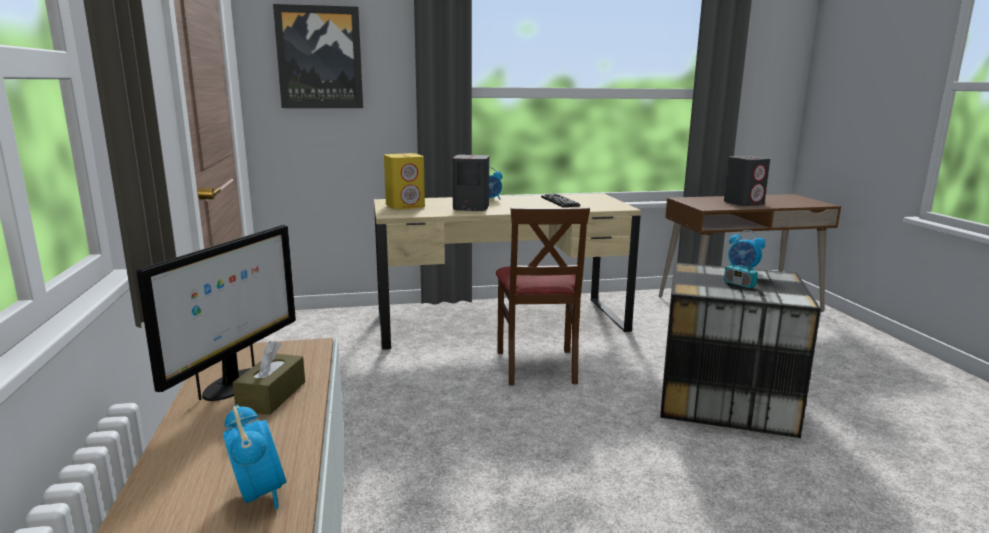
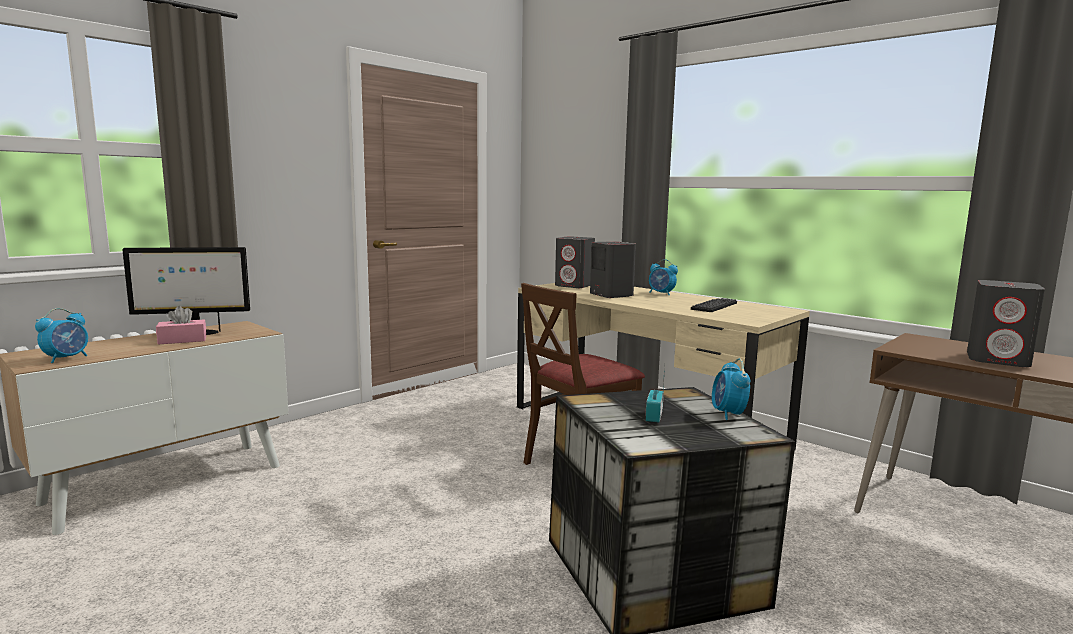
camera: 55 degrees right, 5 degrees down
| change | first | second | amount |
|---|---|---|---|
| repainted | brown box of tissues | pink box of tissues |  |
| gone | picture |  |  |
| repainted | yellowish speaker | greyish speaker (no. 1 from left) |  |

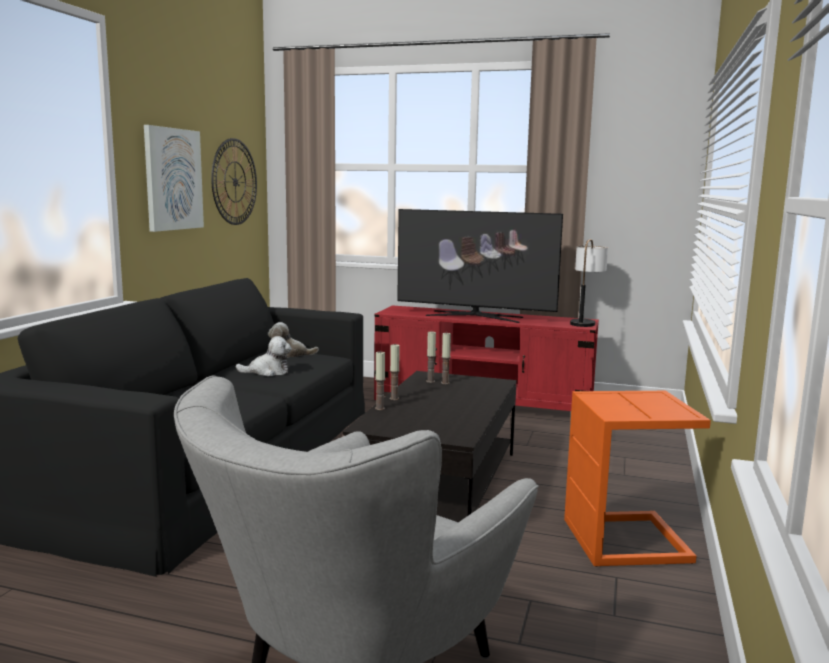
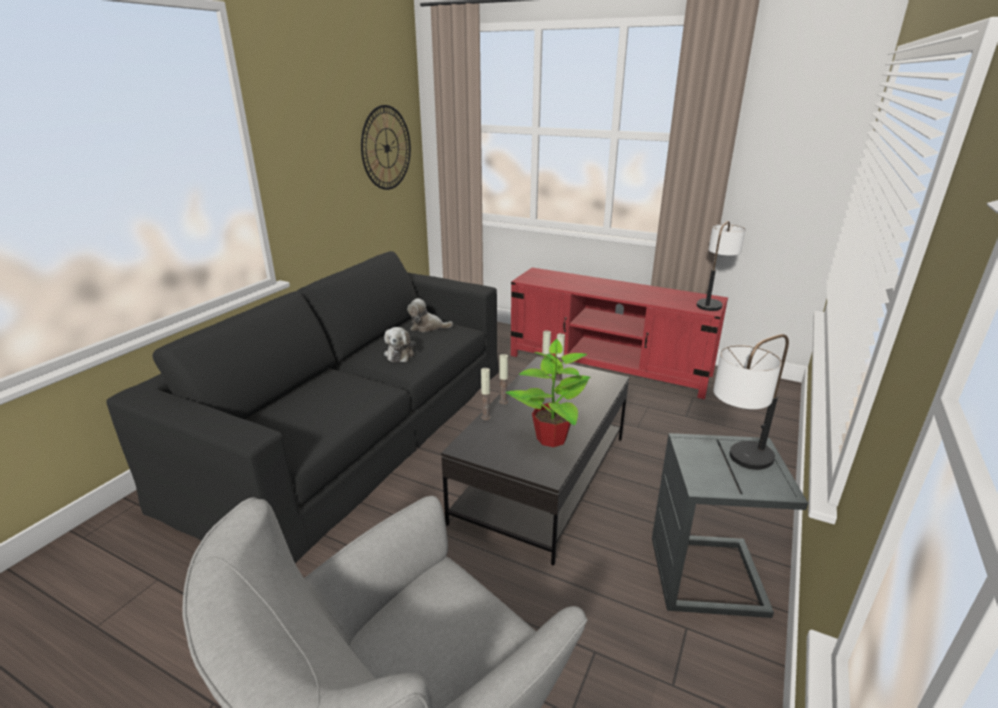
camera: 10 degrees right, 15 degrees up
| change | first | second | amount |
|---|---|---|---|
| gone | picture |  |  |
| rotated | soft toy (no. 1 from left) |  | 90 degrees clockwise |
| gone | TV |  |  |
| repainted | orangey side table | greyish side table |  |
| new |  | houseplant |  |
| new |  | tabletop lamp (no. 2 from left) |  |

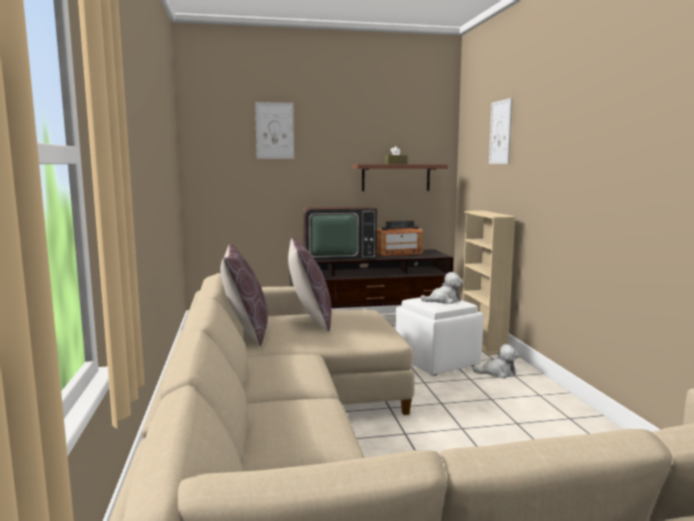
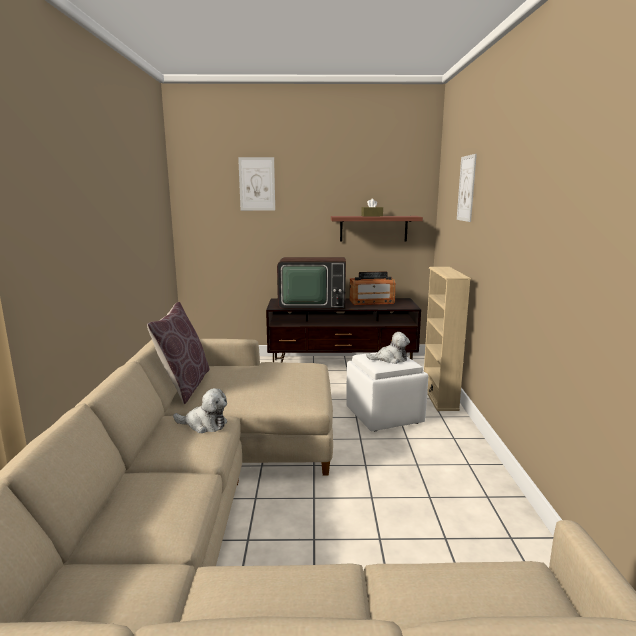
camera: 10 degrees right, 5 degrees up
| change | first | second | amount |
|---|---|---|---|
| gone | brown throw pillow (no. 2 from left) |  |  |
| shifted | soft toy (no. 2 from left in the first image) | soft toy (no. 1 from left) |  |

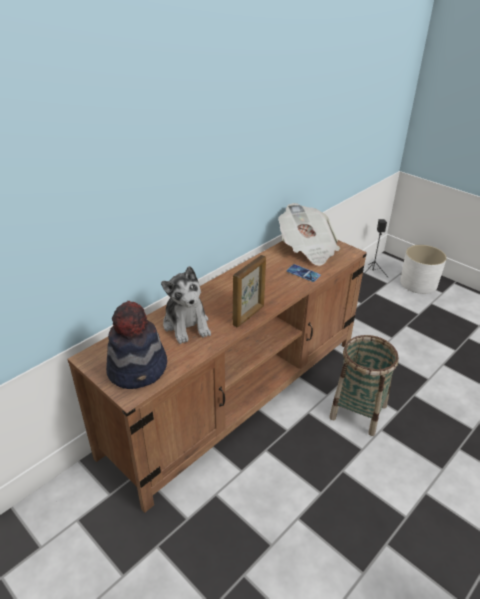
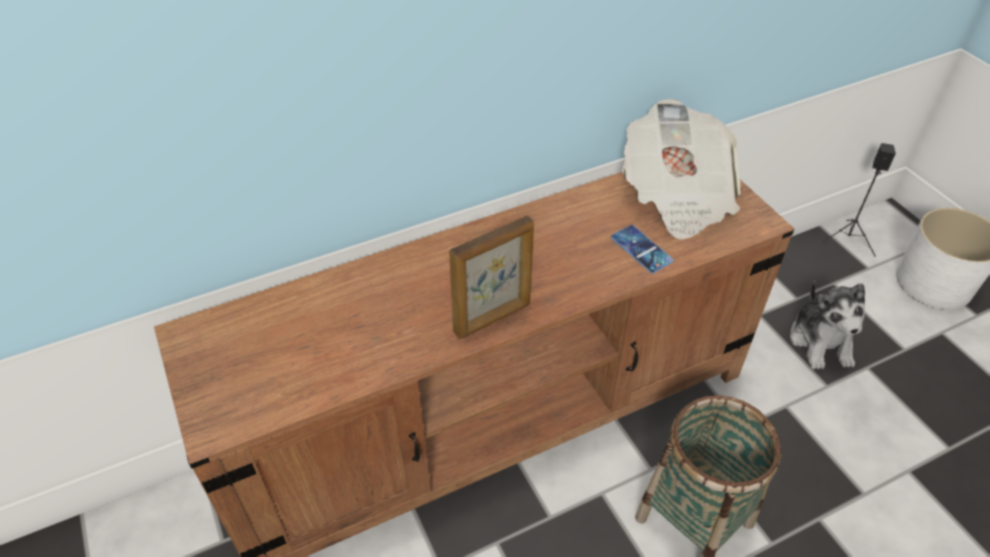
camera: 20 degrees right, 10 degrees up
| change | first | second | amount |
|---|---|---|---|
| gone | hat |  |  |
| shifted | soft toy |  |  |

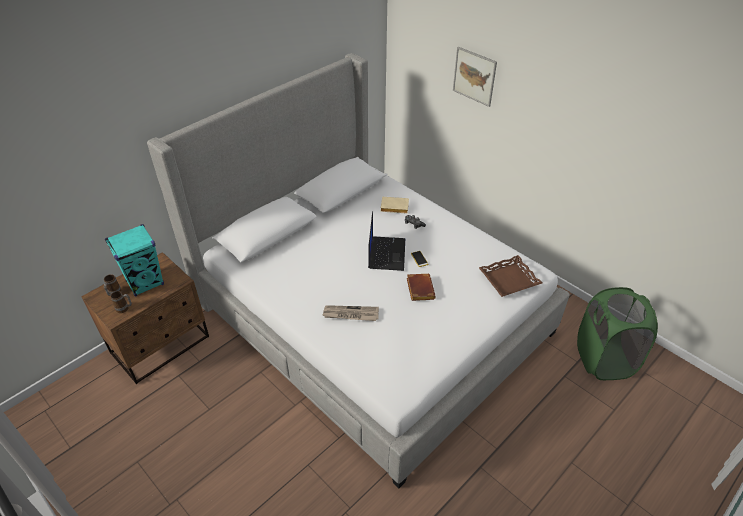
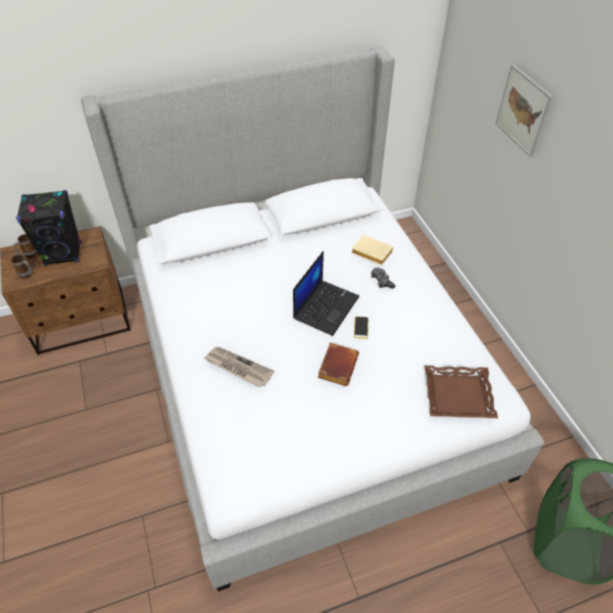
camera: 25 degrees right, 5 degrees up
| change | first | second | amount |
|---|---|---|---|
| repainted | blue-green speaker | blackish speaker |  |

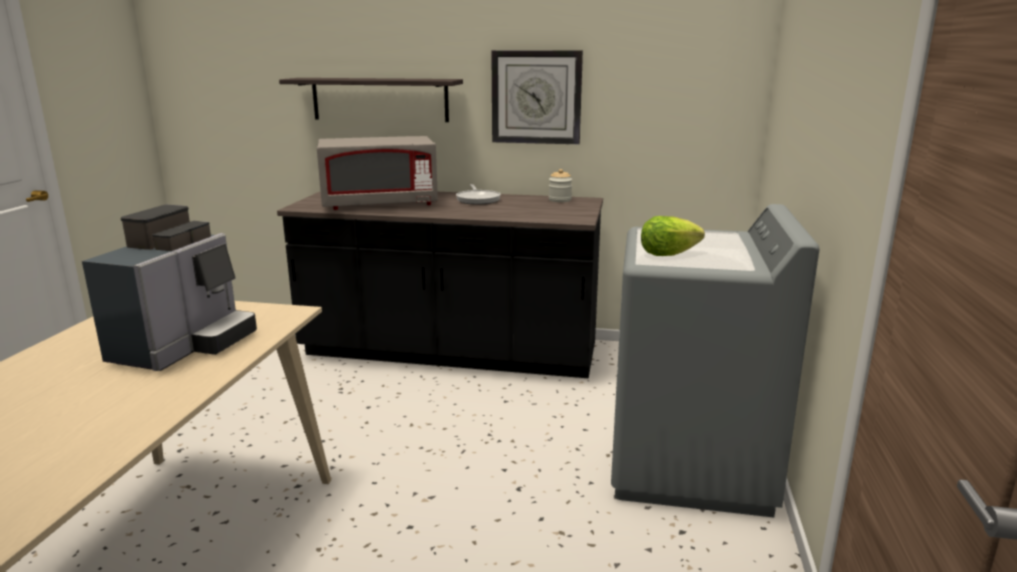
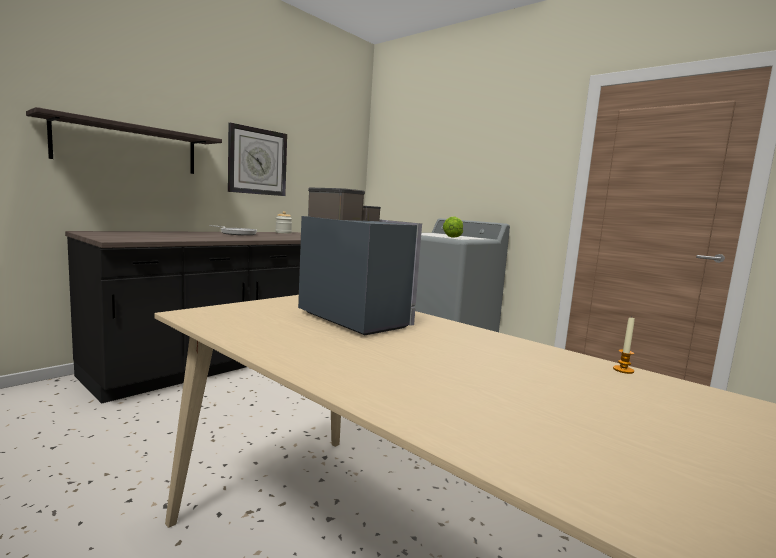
camera: 60 degrees left, 10 degrees down
| change | first | second | amount |
|---|---|---|---|
| gone | greyish kitchen microwave |  |  |
| new |  | wax light |  |

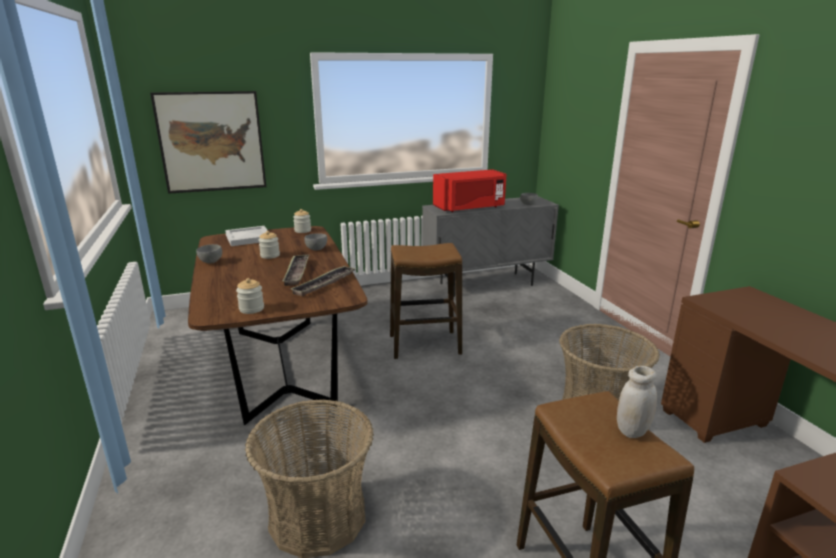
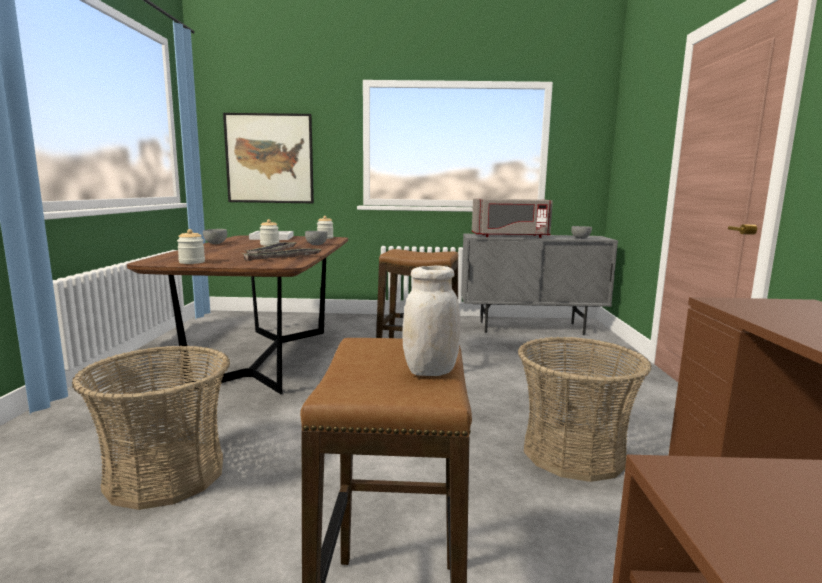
camera: 20 degrees right, 10 degrees down
| change | first | second | amount |
|---|---|---|---|
| repainted | red-coloured kitchen microwave | greyish kitchen microwave |  |

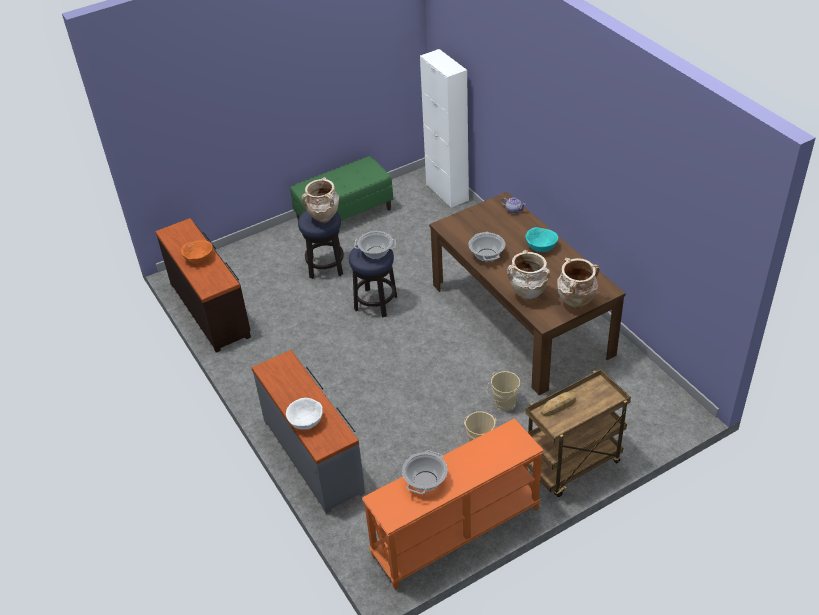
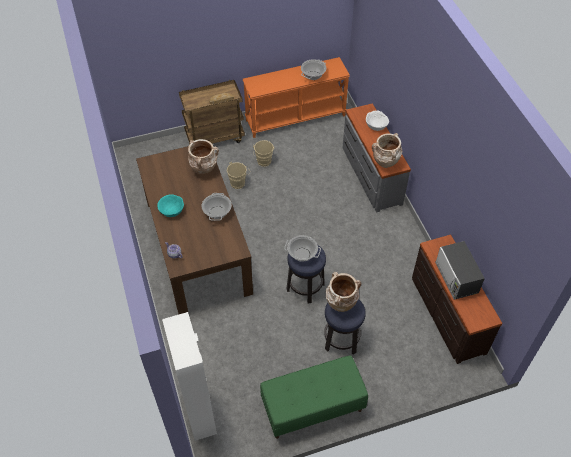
camera: 170 degrees left, 10 degrees up
| change | first | second | amount |
|---|---|---|---|
| swapped | orangey serving bowl | kitchen microwave |  |
| shifted | beige vase (no. 3 from left) |  |  |

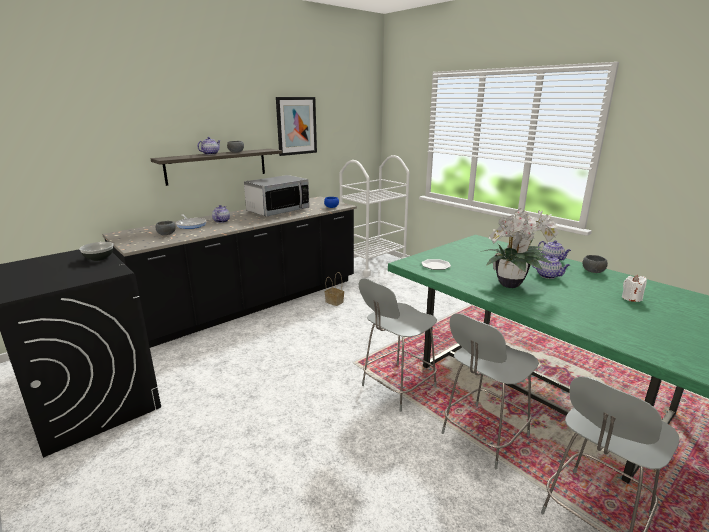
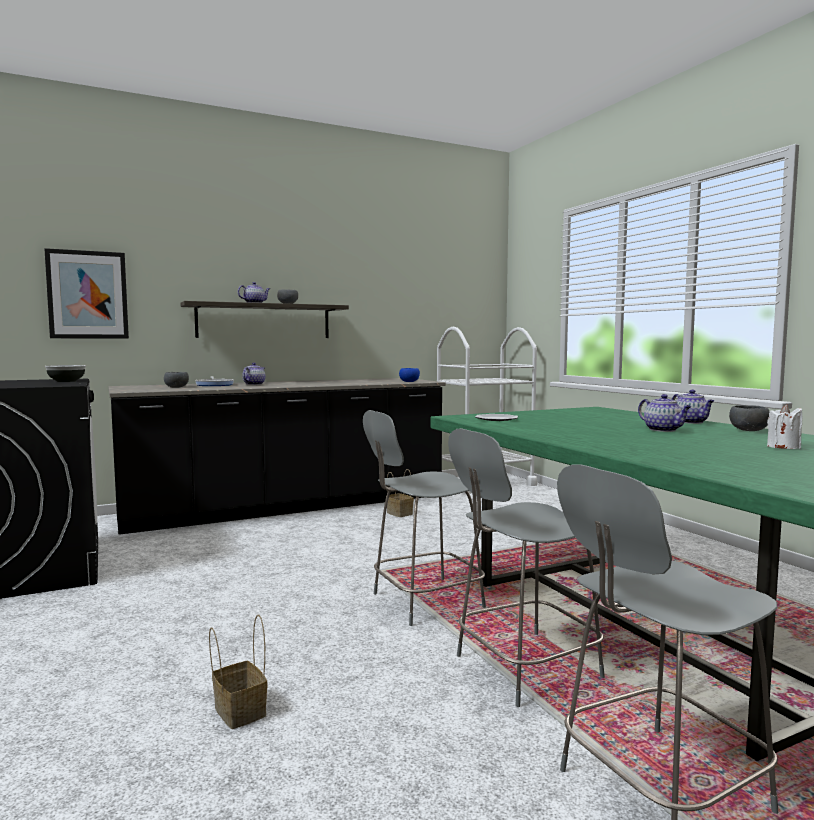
camera: 15 degrees right, 15 degrees down
| change | first | second | amount |
|---|---|---|---|
| gone | kitchen microwave |  |  |
| shifted | picture |  |  |
| gone | houseplant |  |  |
| new |  | basket (no. 1 from left) |  |

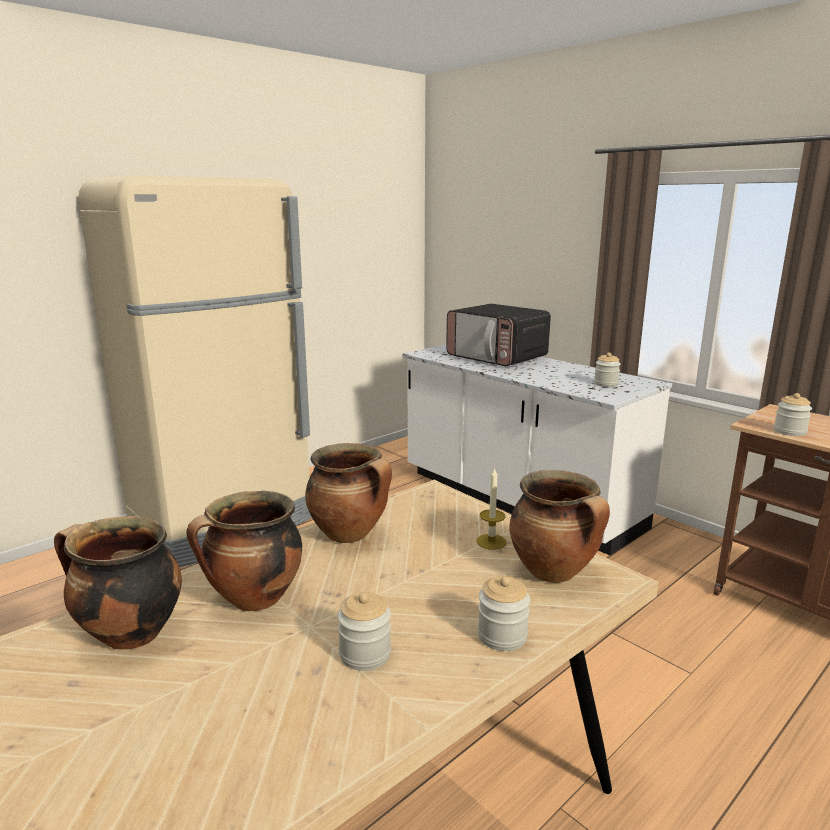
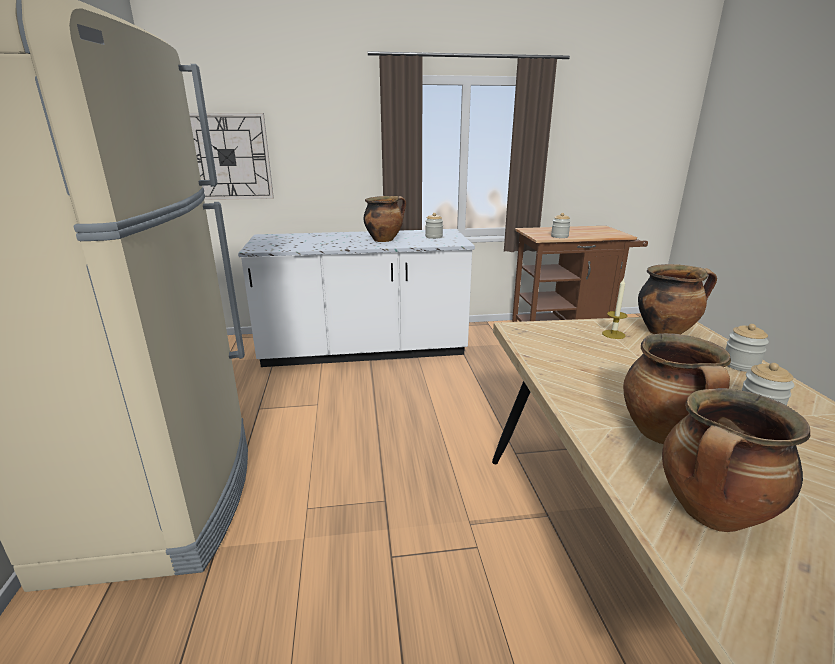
camera: 55 degrees left, 5 degrees up
| change | first | second | amount |
|---|---|---|---|
| shifted | cooking pot (no. 3 from left in the first image) | cooking pot (no. 1 from left) |  |
| gone | kitchen microwave |  |  |
| new |  | clock on the wall |  |

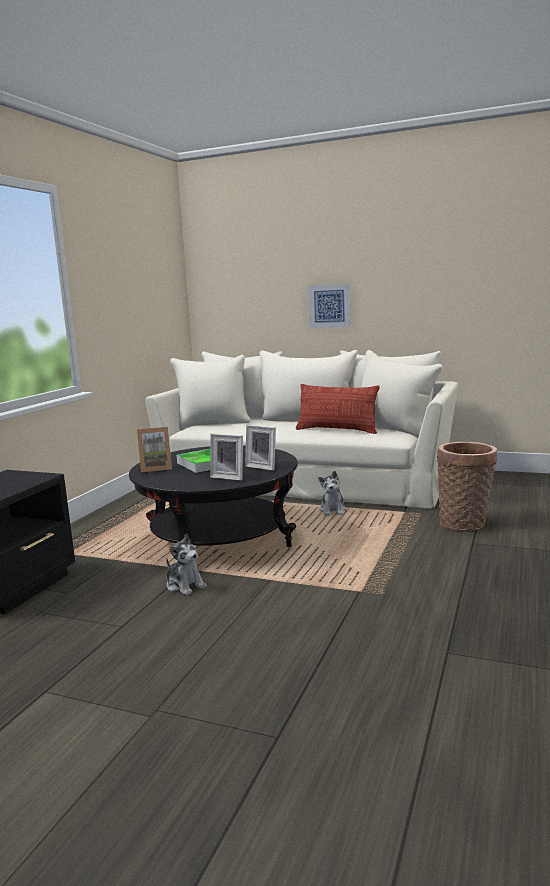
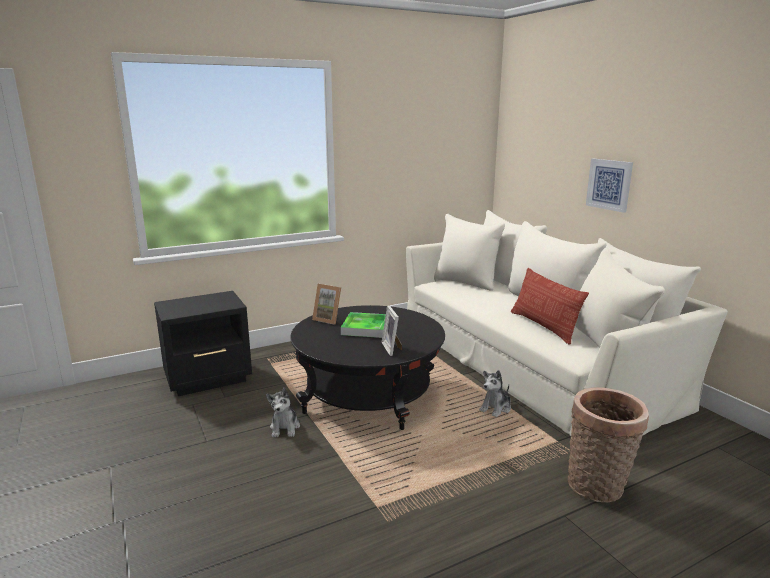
camera: 40 degrees right, 5 degrees up
| change | first | second | amount |
|---|---|---|---|
| gone | standing frame (no. 2 from left) |  |  |

